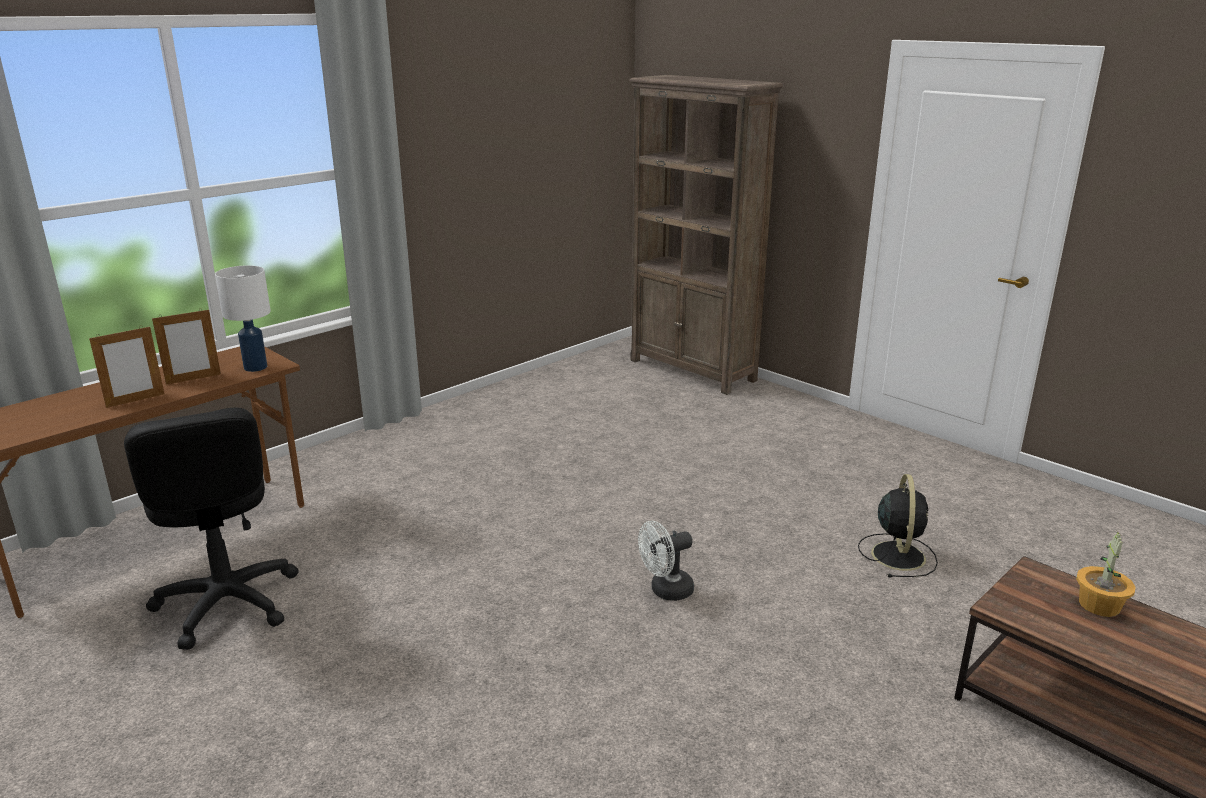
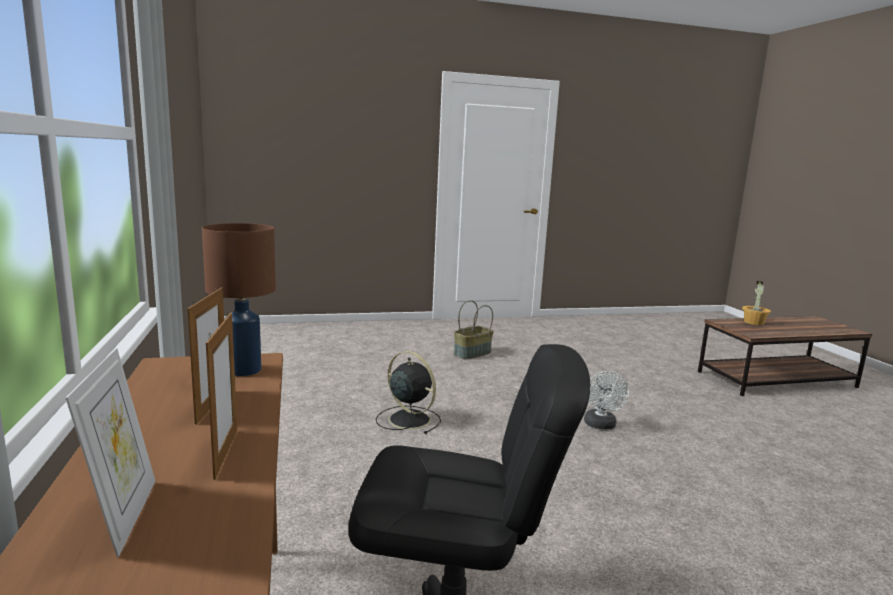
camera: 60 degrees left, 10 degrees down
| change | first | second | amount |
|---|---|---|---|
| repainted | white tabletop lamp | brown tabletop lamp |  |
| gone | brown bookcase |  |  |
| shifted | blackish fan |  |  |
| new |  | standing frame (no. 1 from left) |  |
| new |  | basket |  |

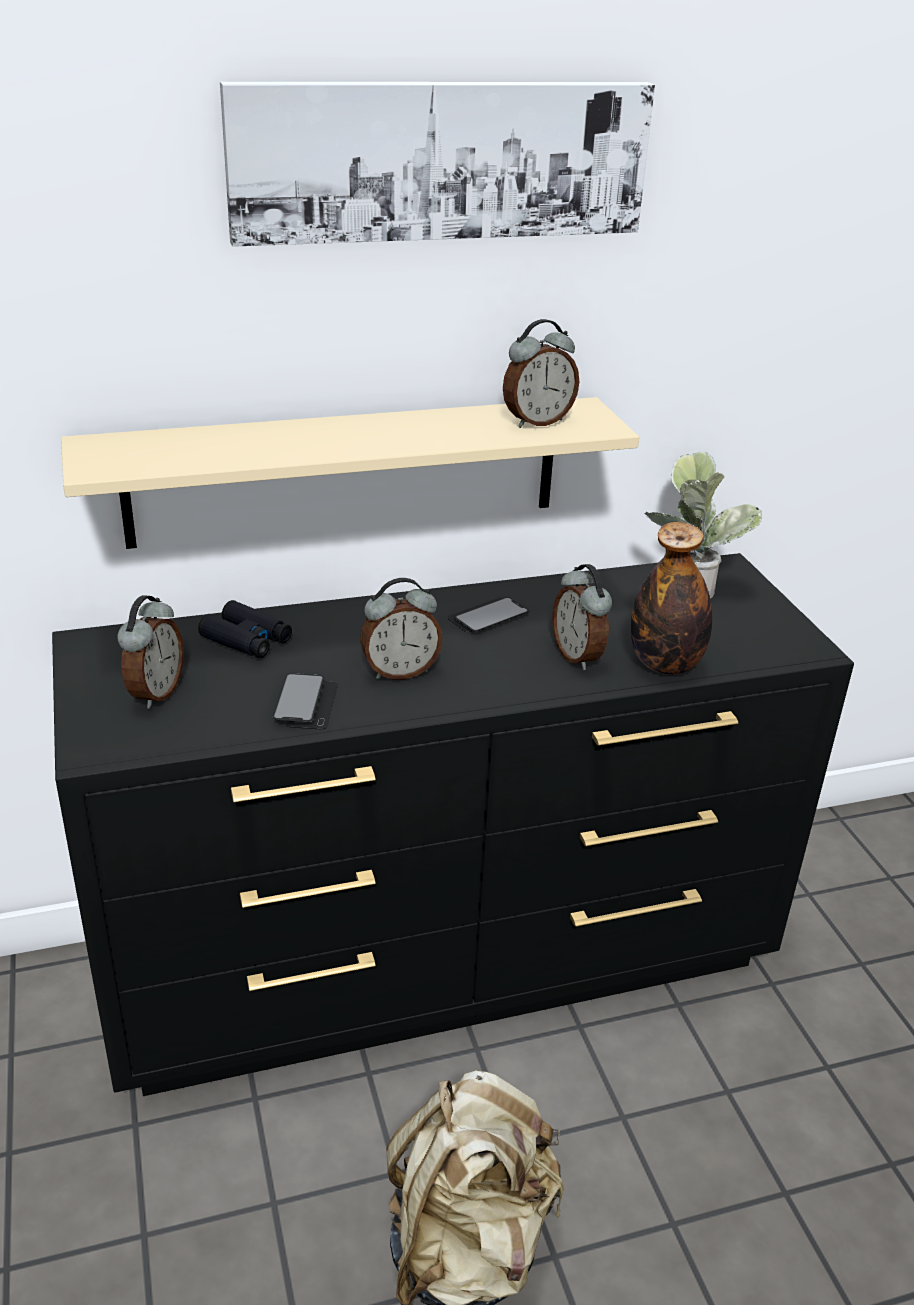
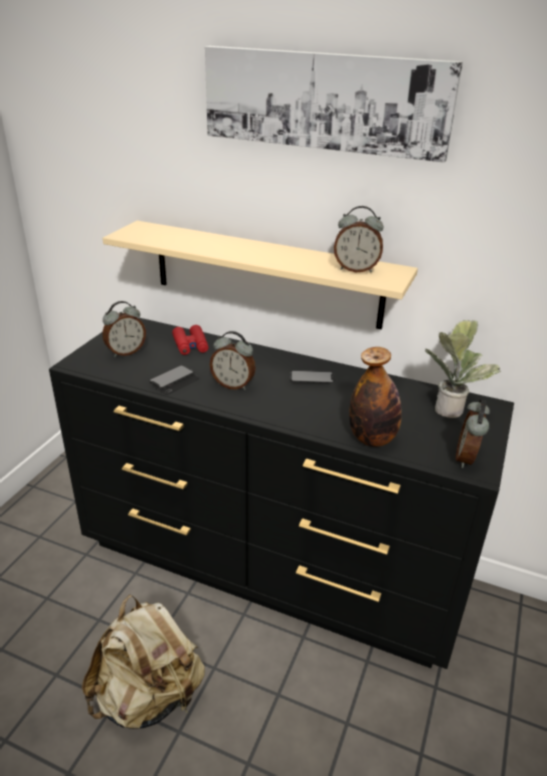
camera: 40 degrees right, 0 degrees up
| change | first | second | amount |
|---|---|---|---|
| repainted | blackish binoculars | red-coloured binoculars |  |
| shifted | bedside clock (no. 4 from left) |  |  |

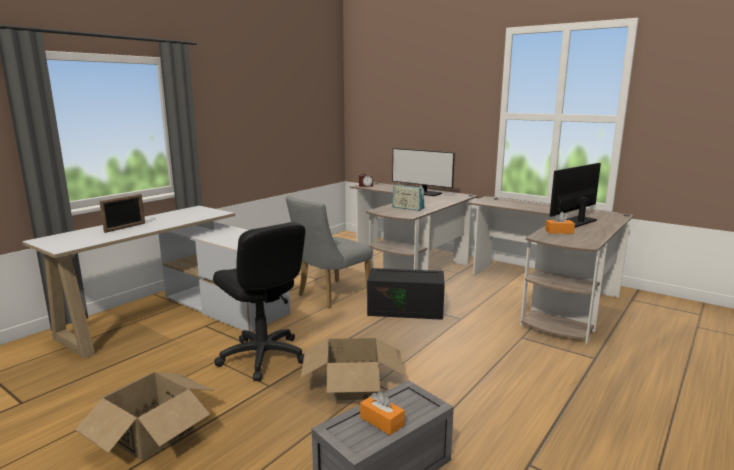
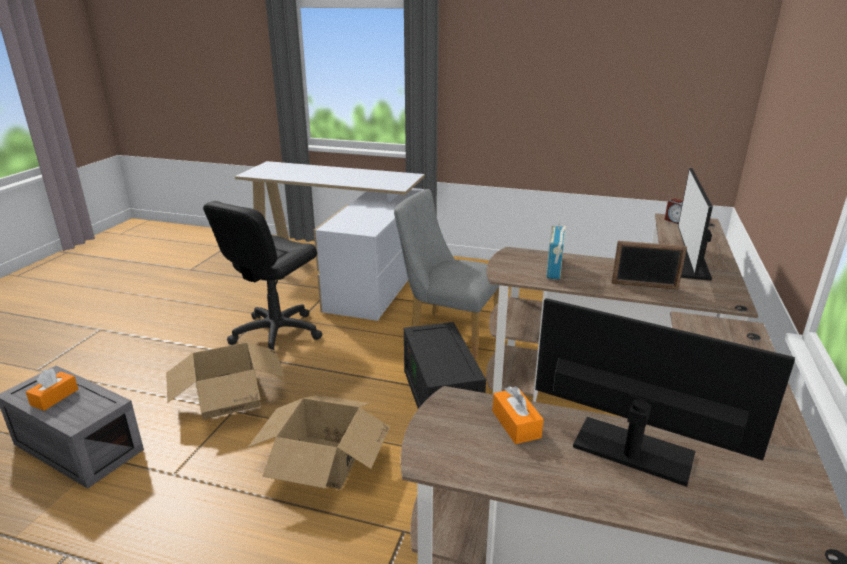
camera: 70 degrees right, 10 degrees up
| change | first | second | amount |
|---|---|---|---|
| shifted | packing box (no. 1 from left in the first image) | packing box (no. 2 from left) |  |
| shifted | standing frame |  |  |

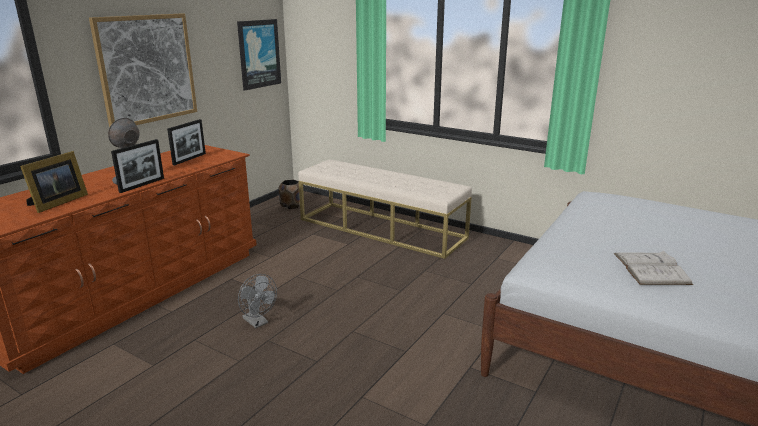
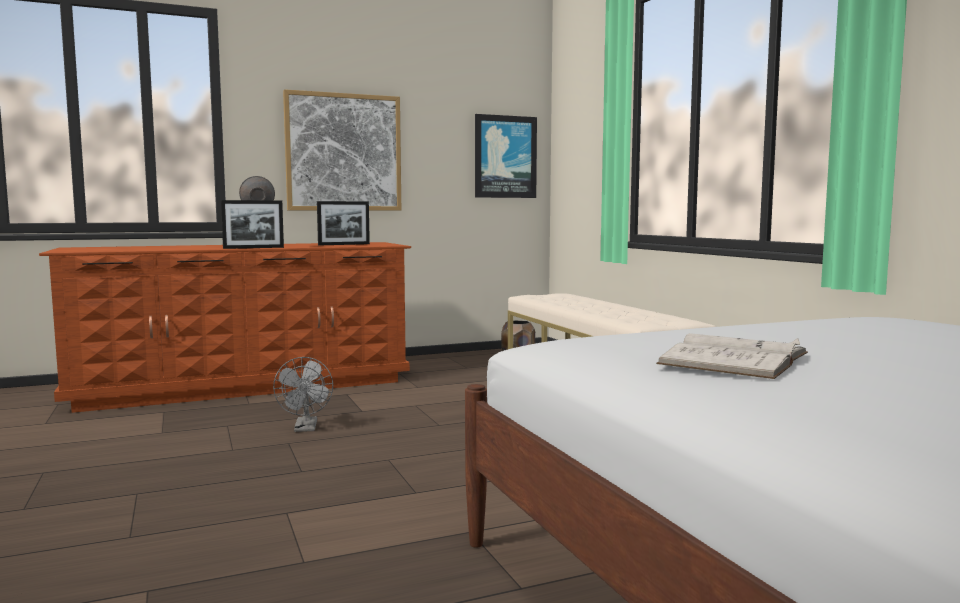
camera: 35 degrees right, 15 degrees down
| change | first | second | amount |
|---|---|---|---|
| gone | standing frame (no. 1 from left) |  |  |

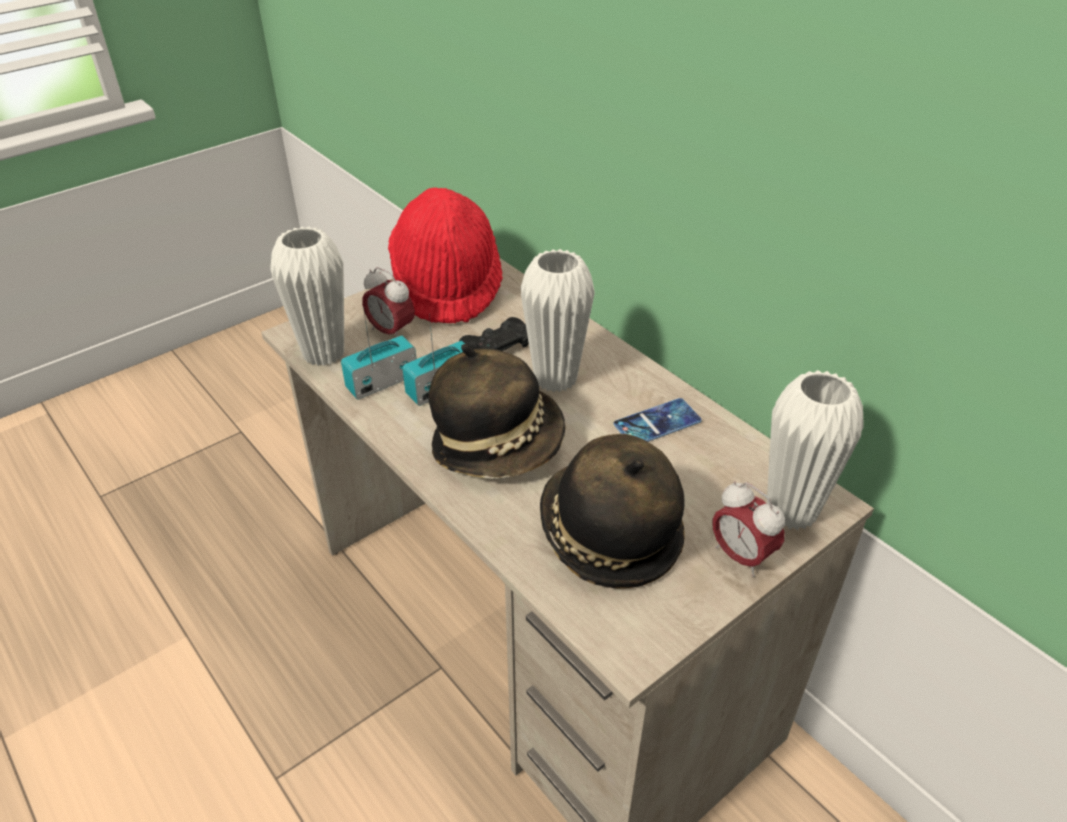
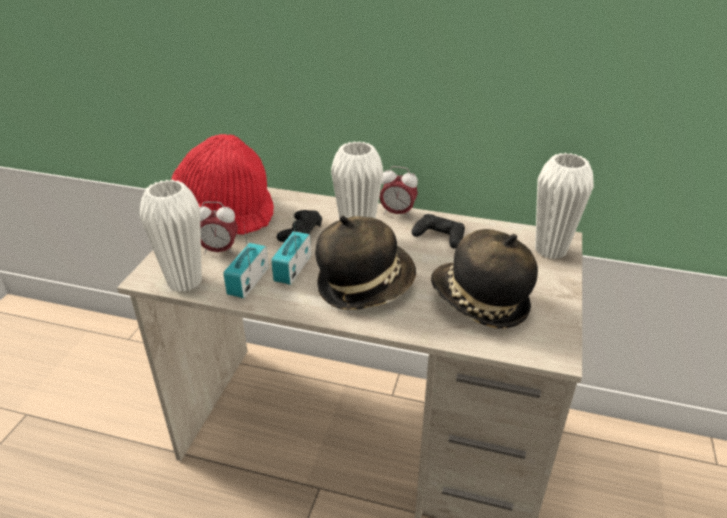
camera: 35 degrees left, 5 degrees down
| change | first | second | amount |
|---|---|---|---|
| swapped | handset | blackish joypad (no. 2 from left) |  |
| shifted | bedside clock (no. 2 from left) |  |  |

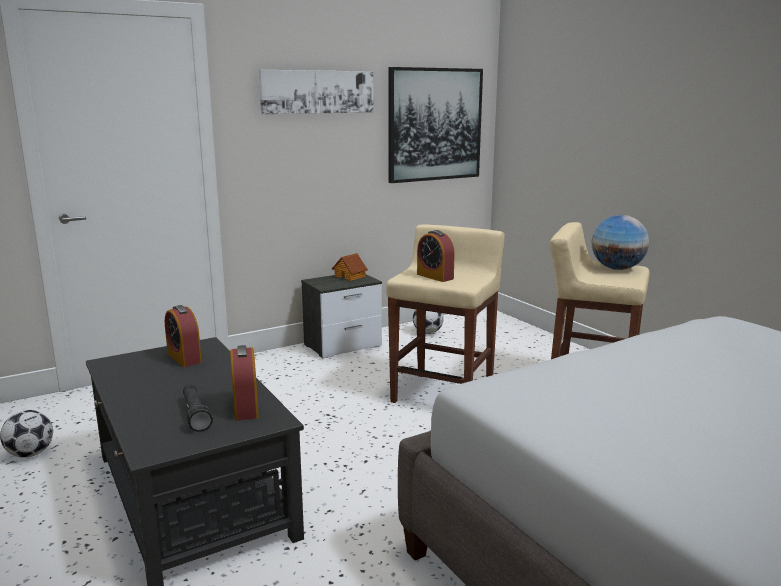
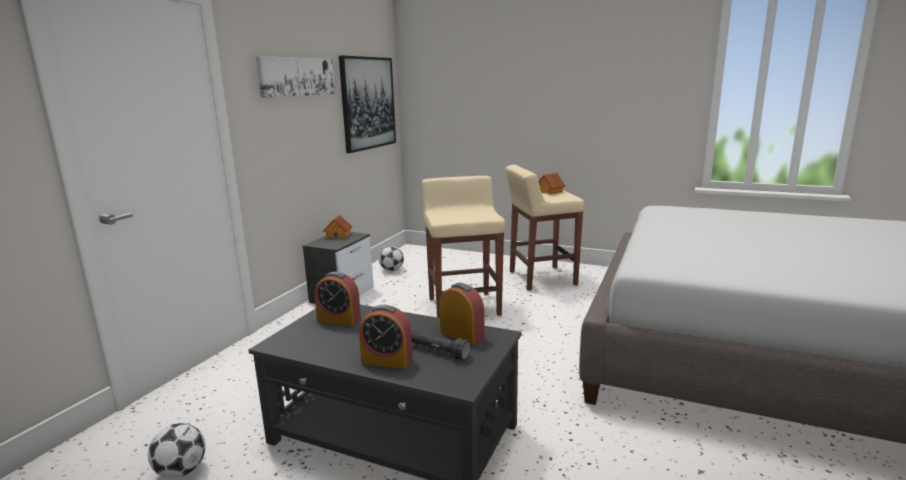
camera: 35 degrees left, 0 degrees up
| change | first | second | amount |
|---|---|---|---|
| shifted | bedside clock (no. 3 from left in the first image) | bedside clock (no. 2 from left) |  |
| swapped | desk globe | toy house (no. 2 from left) |  |

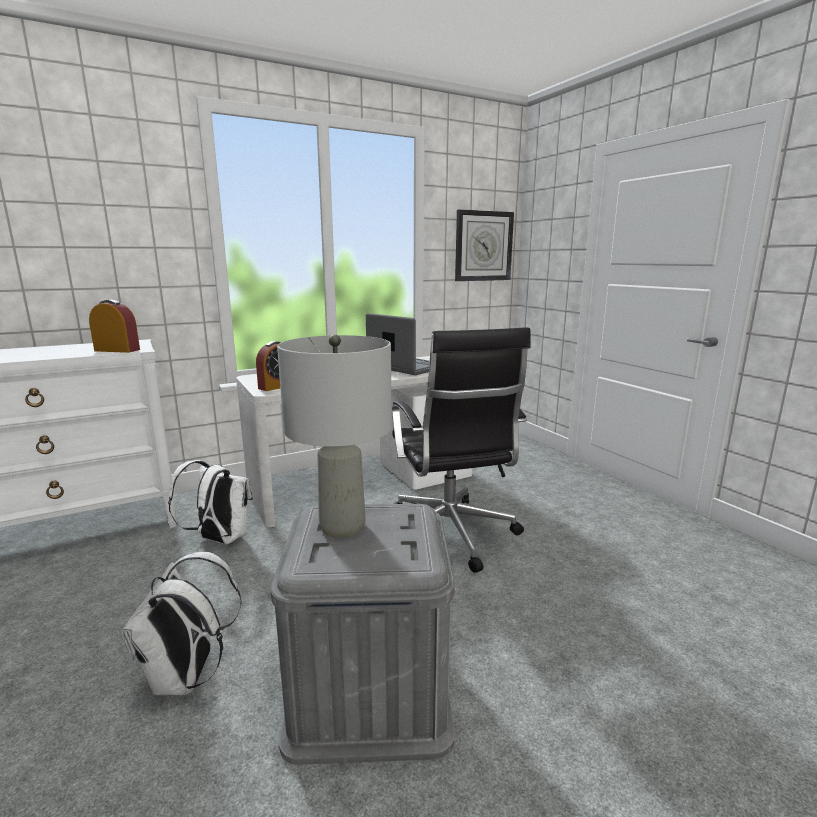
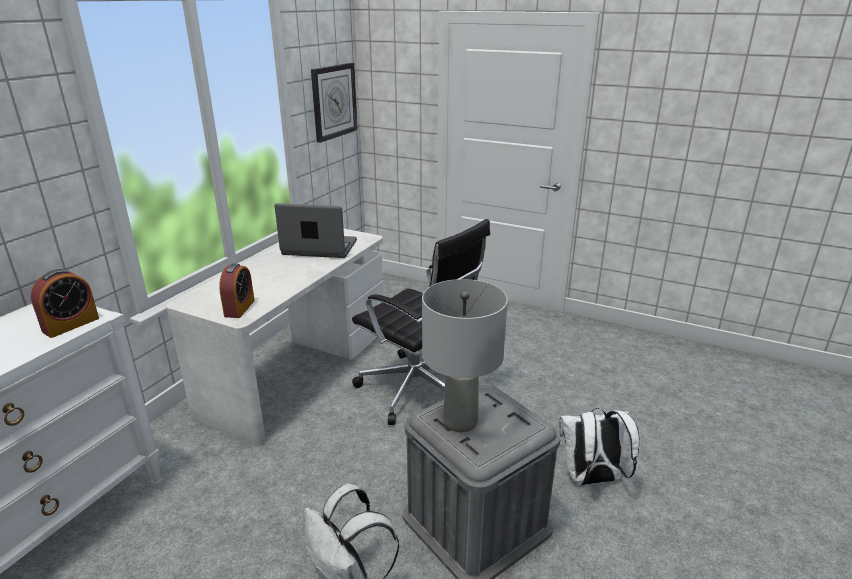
camera: 35 degrees left, 10 degrees up
| change | first | second | amount |
|---|---|---|---|
| rotated | bedside clock (no. 1 from left) |  | 150 degrees clockwise |
| shifted | white rucksack (no. 2 from left) |  |  |

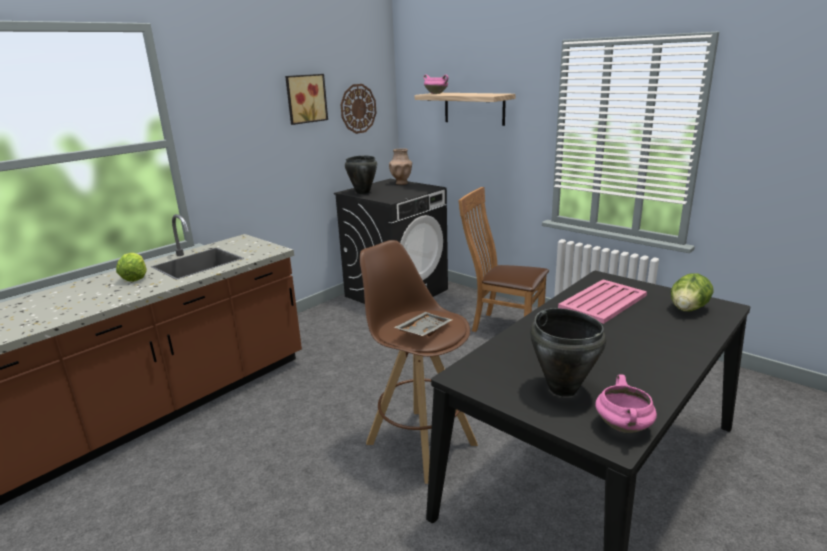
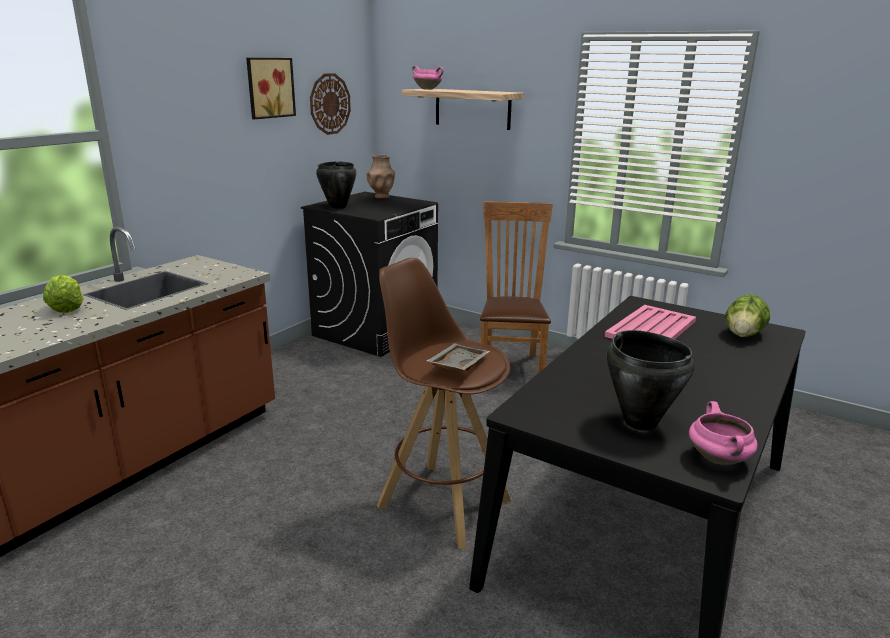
camera: 10 degrees left, 0 degrees up
| change | first | second | amount |
|---|---|---|---|
| rotated | brown plain chair |  | 75 degrees clockwise |

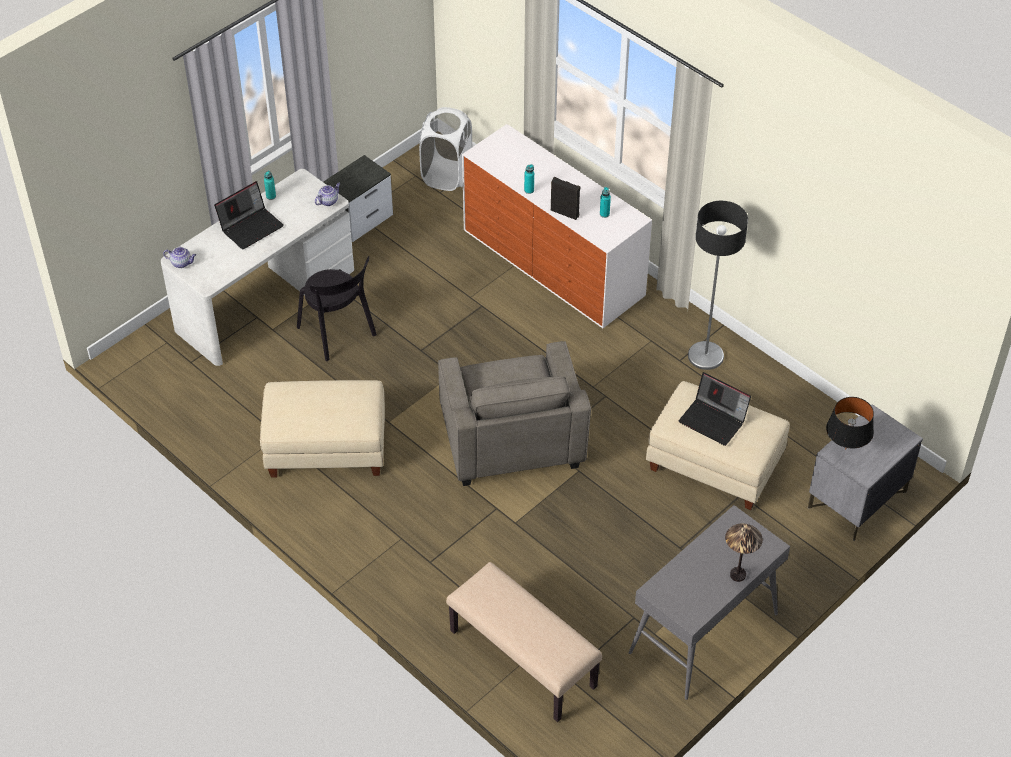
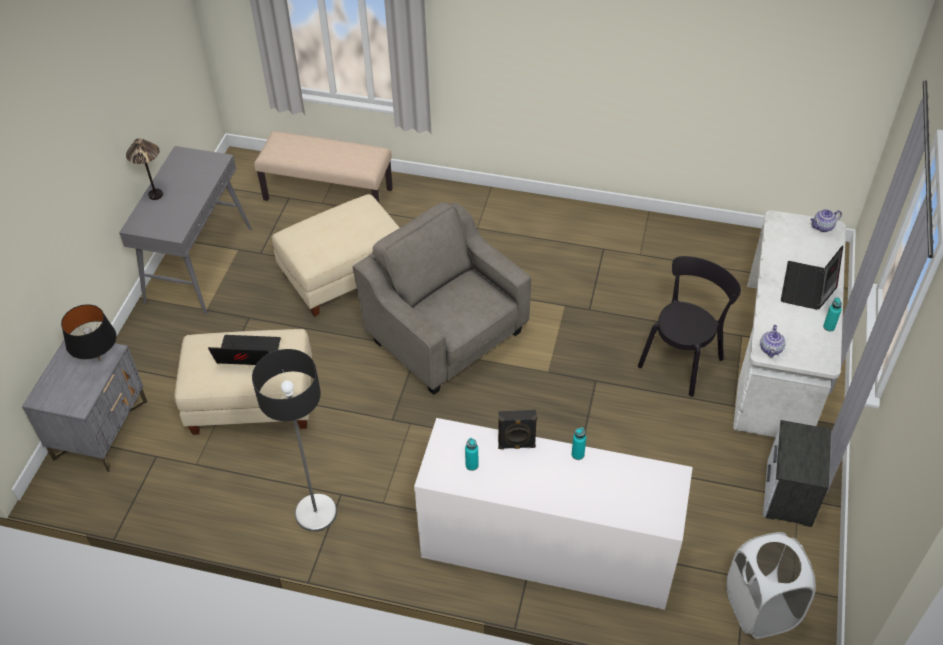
camera: 150 degrees right, 0 degrees up
| change | first | second | amount |
|---|---|---|---|
| shifted | beige ottoman (no. 1 from left in the first image) | beige ottoman (no. 2 from left) |  |
| rotated | blackish plain chair |  | 105 degrees clockwise |

